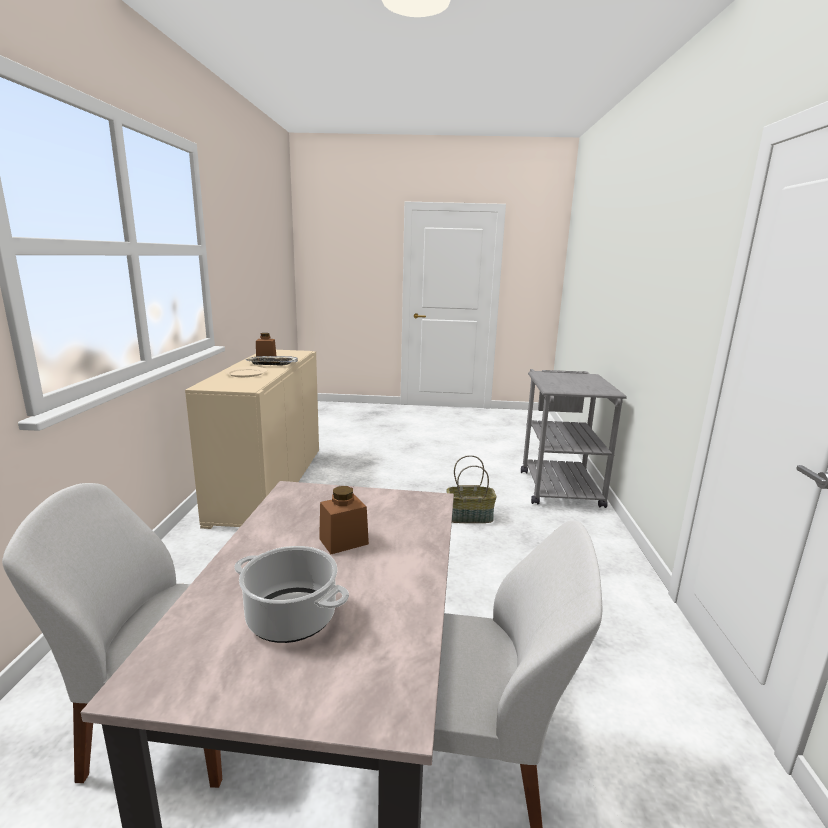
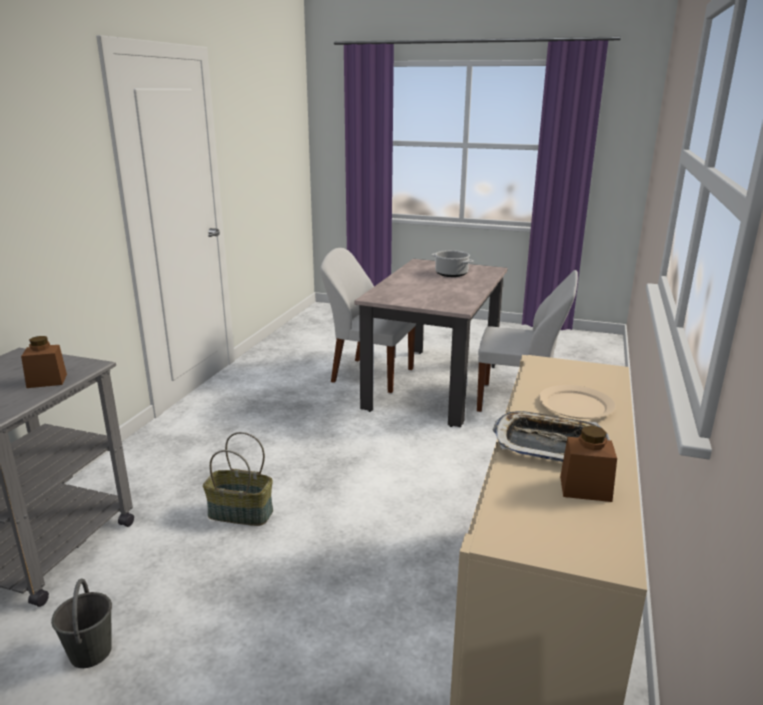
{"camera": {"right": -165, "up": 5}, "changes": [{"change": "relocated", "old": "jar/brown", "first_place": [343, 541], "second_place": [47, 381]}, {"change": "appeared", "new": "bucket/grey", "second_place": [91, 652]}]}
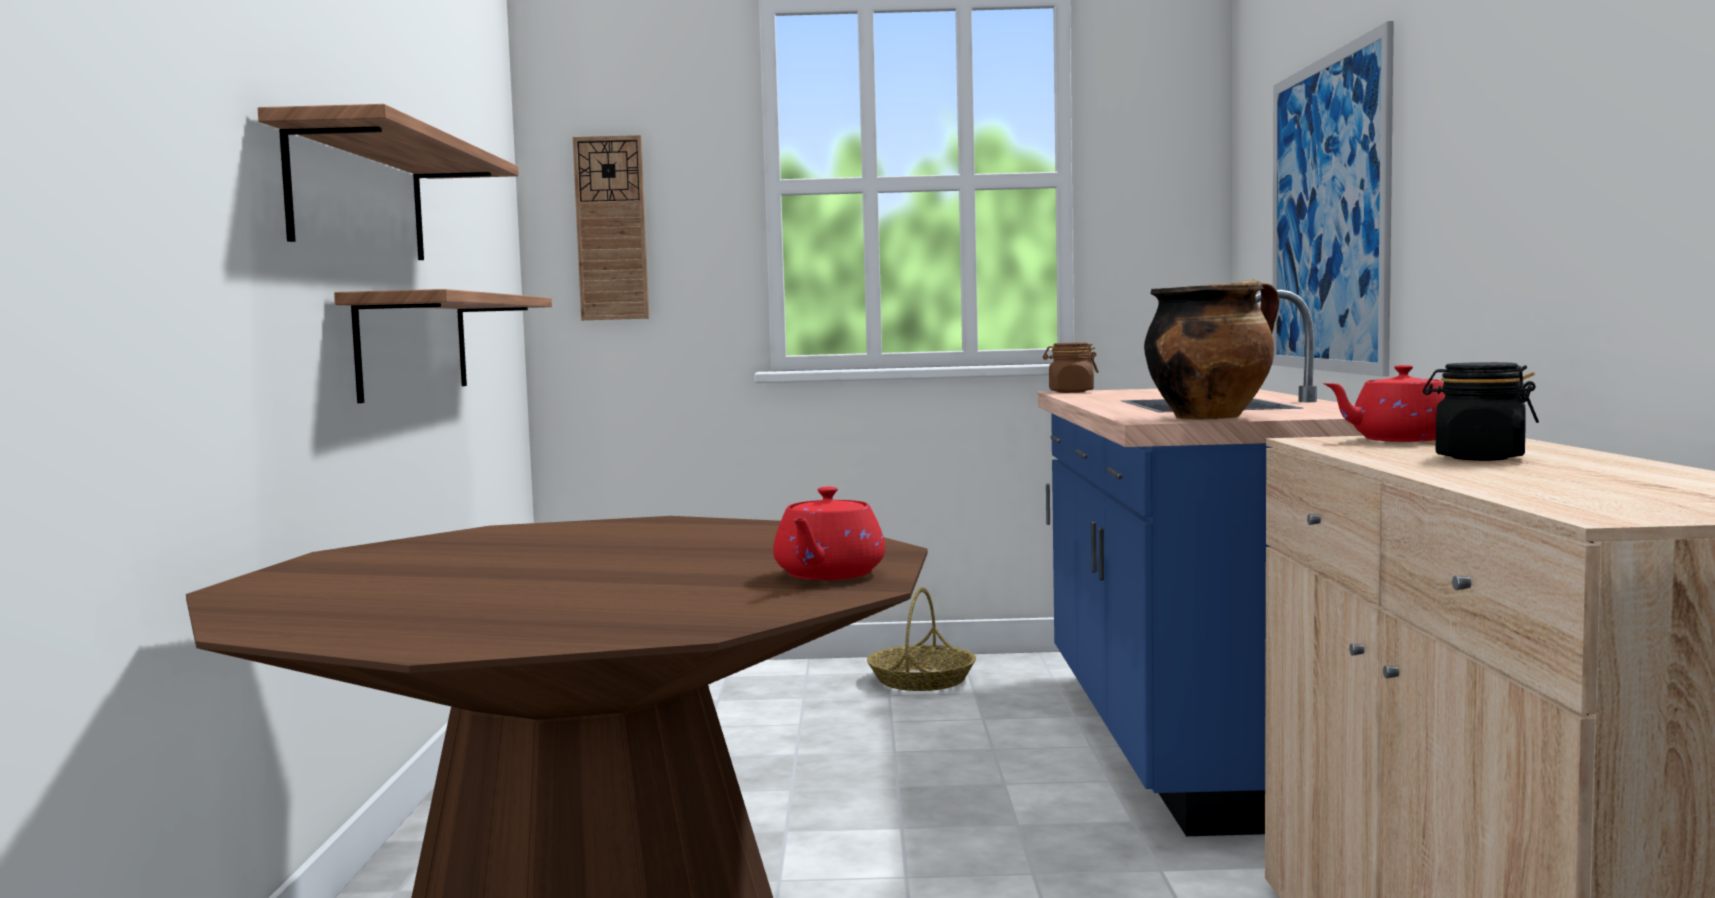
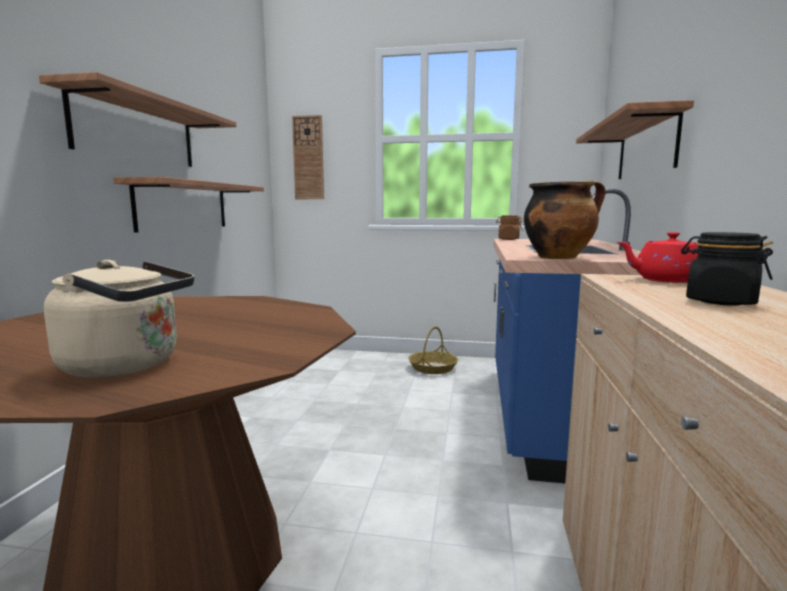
{"camera": {"right": 10, "up": 5}, "changes": [{"change": "exchanged", "old": "picture", "new": "shelf", "first_place": [1327, 215], "second_place": [646, 148]}, {"change": "missing", "old": "teapot/red", "first_place": [828, 575]}, {"change": "appeared", "new": "kettle/beige", "second_place": [128, 365]}]}
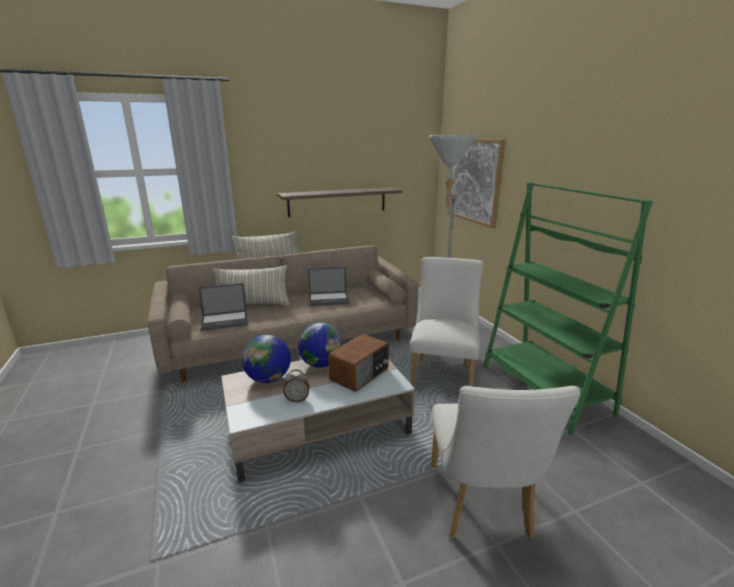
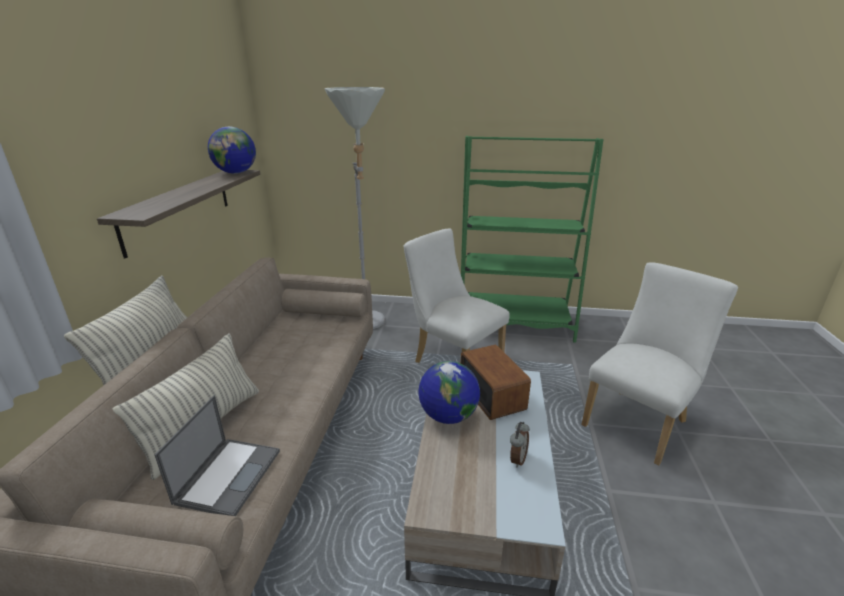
{"camera": {"right": -60, "up": 5}, "changes": [{"change": "missing", "old": "picture", "first_place": [474, 181]}, {"change": "missing", "old": "laptop", "first_place": [329, 299]}, {"change": "relocated", "old": "globe", "first_place": [268, 379], "second_place": [236, 173]}, {"change": "spun", "old": "chair/white", "first_place": [481, 506], "second_place": [639, 420], "degrees": -75}]}
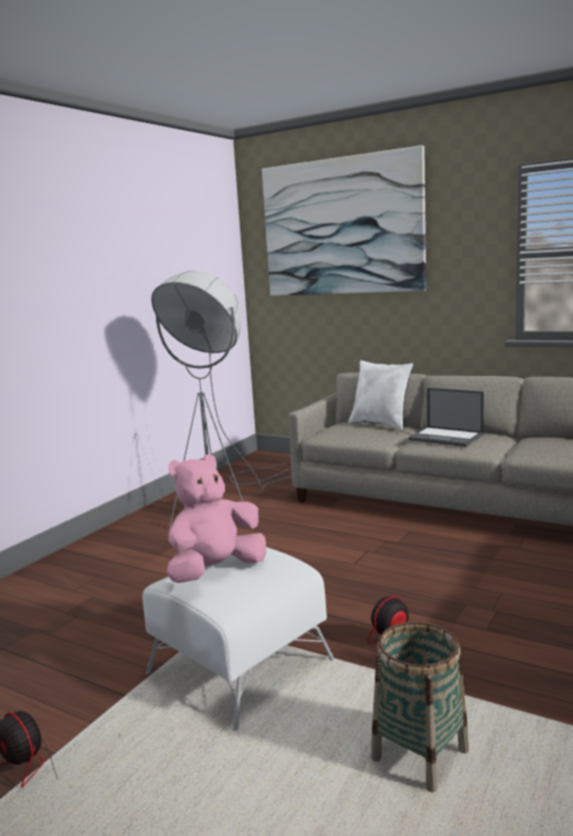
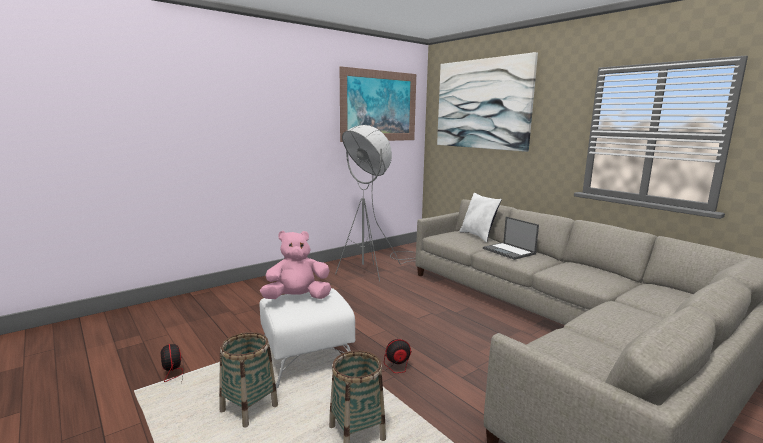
{"camera": {"right": 20, "up": 0}, "changes": [{"change": "appeared", "new": "picture", "second_place": [379, 106]}, {"change": "appeared", "new": "basket", "second_place": [249, 408]}]}
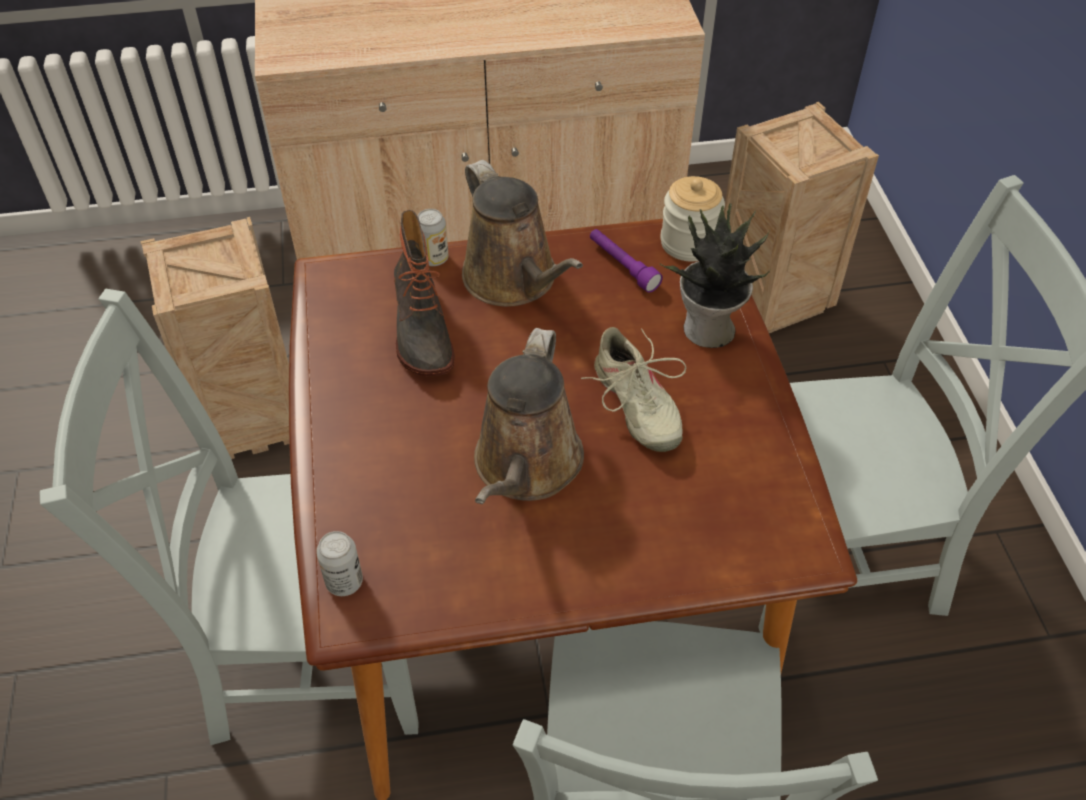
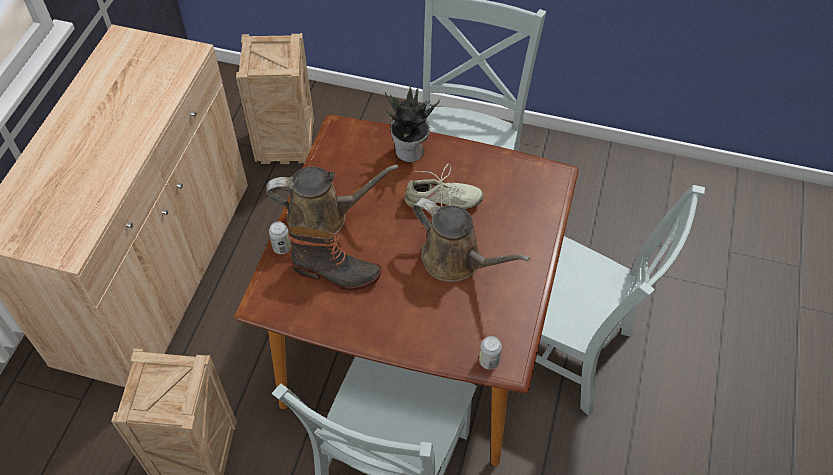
{"camera": {"right": -65, "up": 5}, "changes": [{"change": "missing", "old": "jar", "first_place": [689, 243]}, {"change": "missing", "old": "flashlight/purple", "first_place": [622, 266]}]}
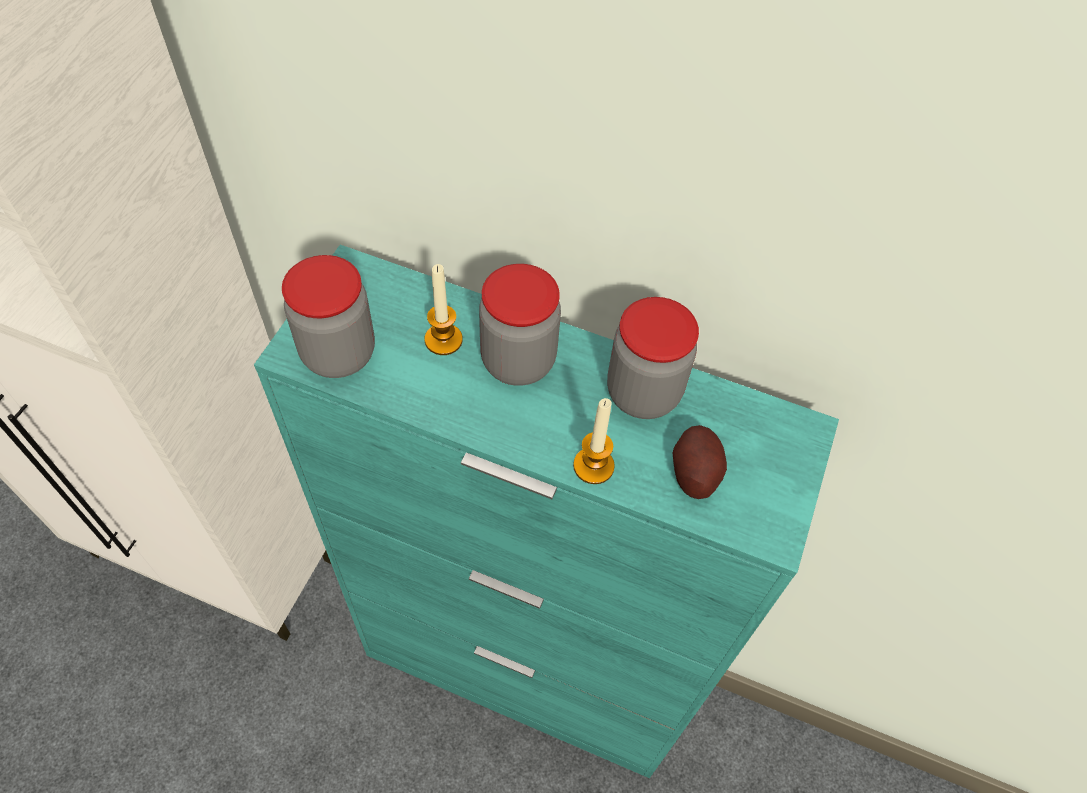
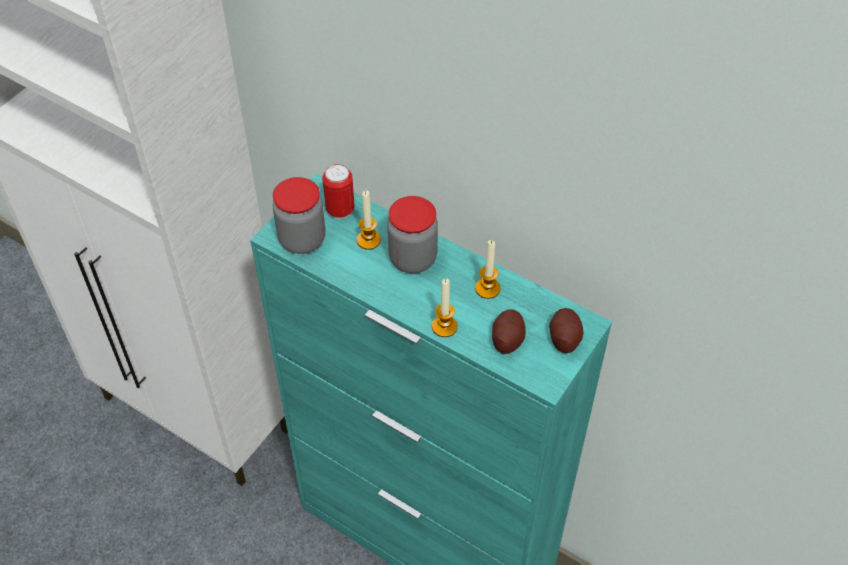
{"camera": {"right": 15, "up": -5}, "changes": [{"change": "exchanged", "old": "jar", "new": "candle", "first_place": [643, 393], "second_place": [487, 289]}, {"change": "appeared", "new": "can", "second_place": [340, 210]}, {"change": "appeared", "new": "potato", "second_place": [564, 338]}]}
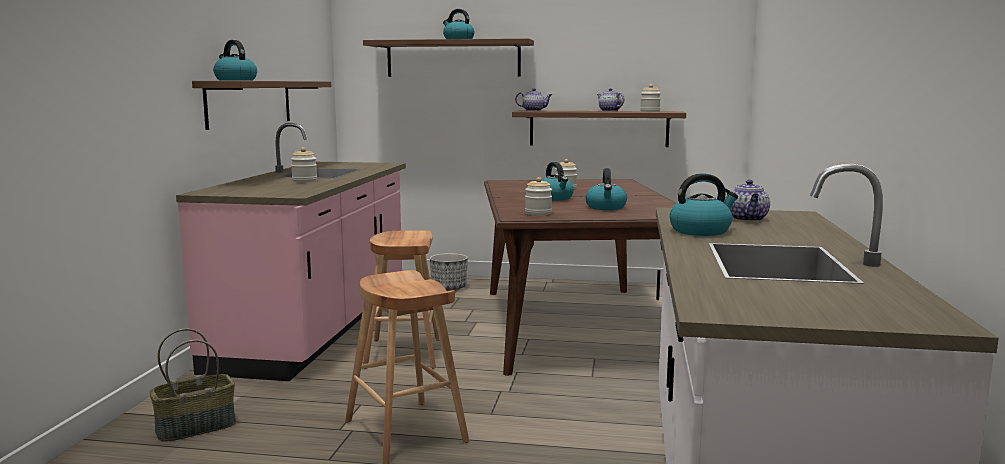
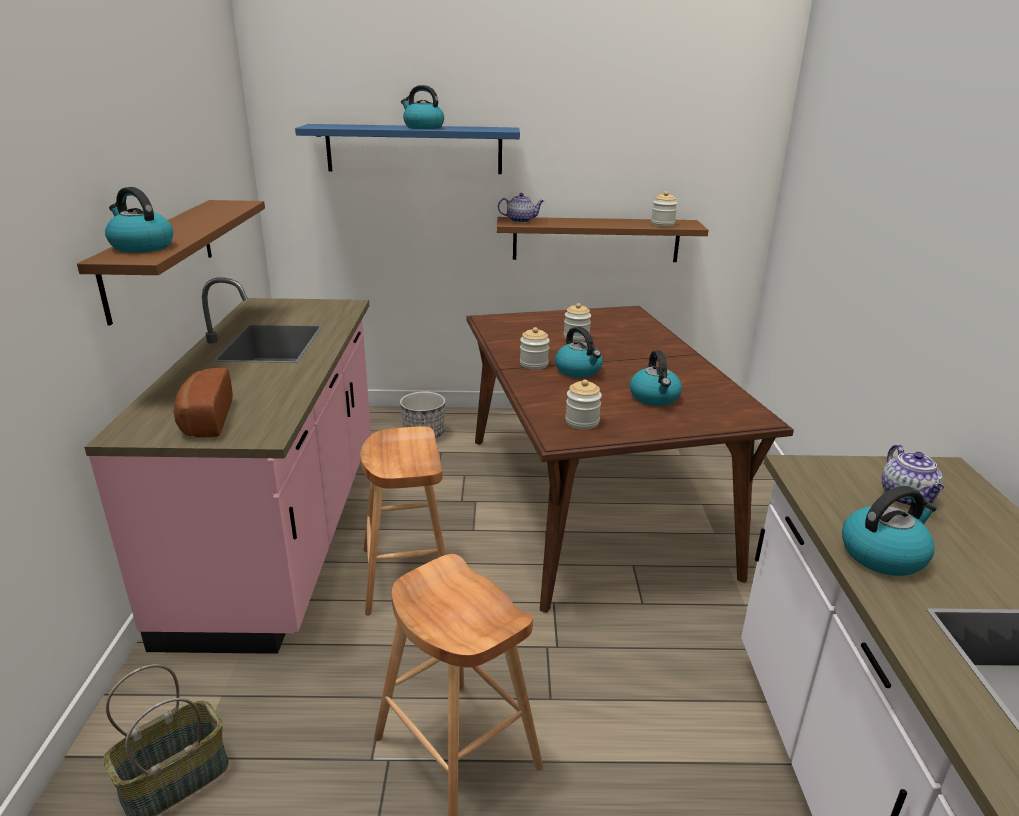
{"camera": {"right": -10, "up": 15}, "changes": [{"change": "colour", "old": "shelf/brown", "new": "shelf/blue", "first_place": [453, 59], "second_place": [414, 149]}, {"change": "missing", "old": "teapot", "first_place": [609, 111]}, {"change": "relocated", "old": "jar", "first_place": [304, 181], "second_place": [534, 364]}, {"change": "appeared", "new": "bread", "second_place": [204, 420]}]}
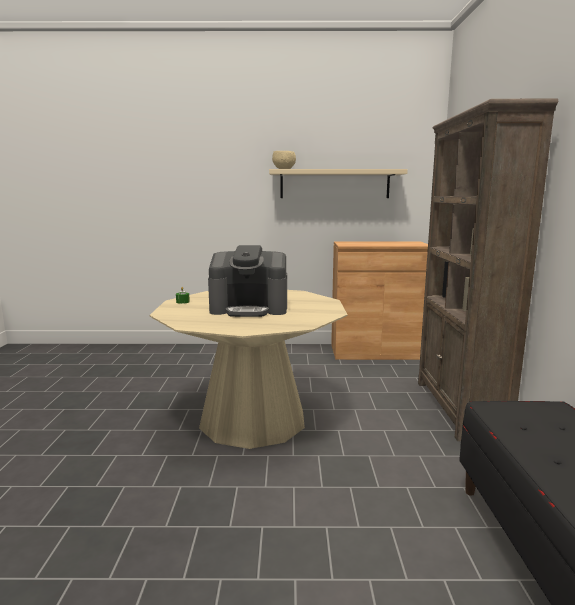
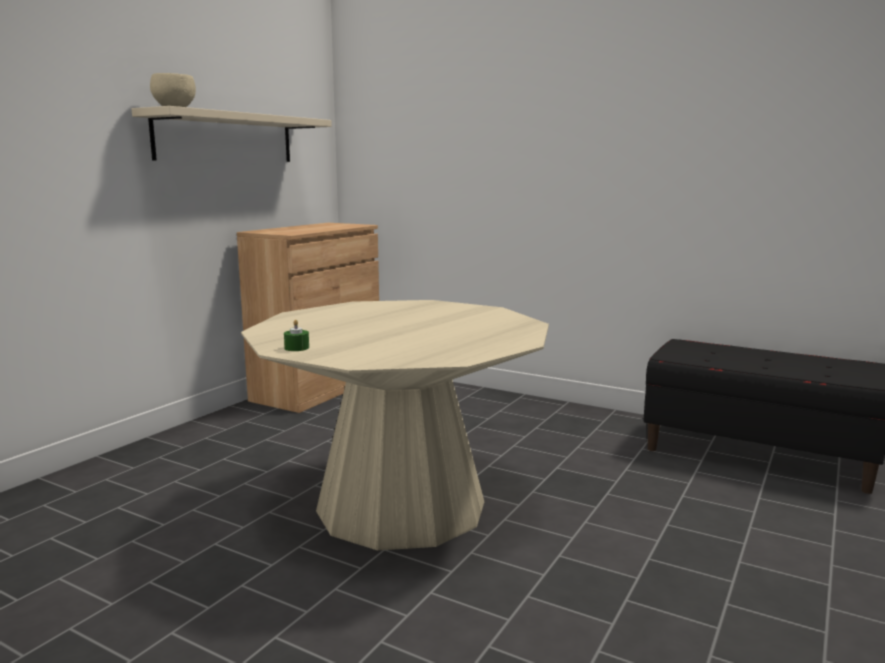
{"camera": {"right": -60, "up": 0}, "changes": [{"change": "missing", "old": "bookcase/brown", "first_place": [459, 409]}, {"change": "missing", "old": "coffee machine", "first_place": [249, 309]}]}
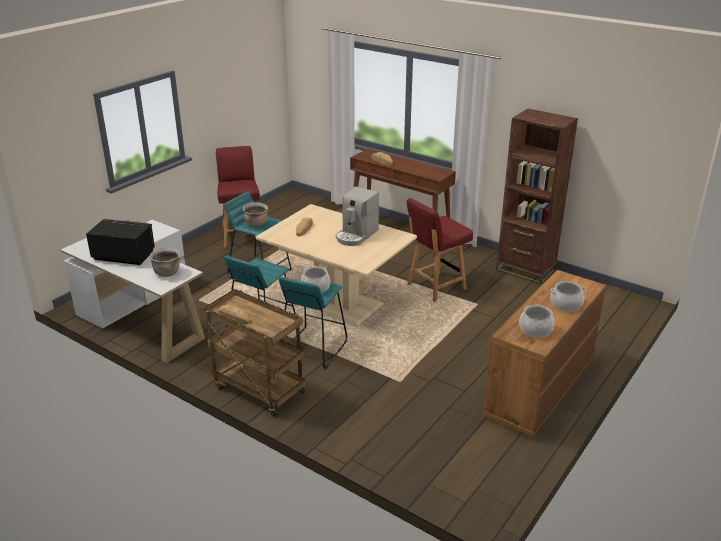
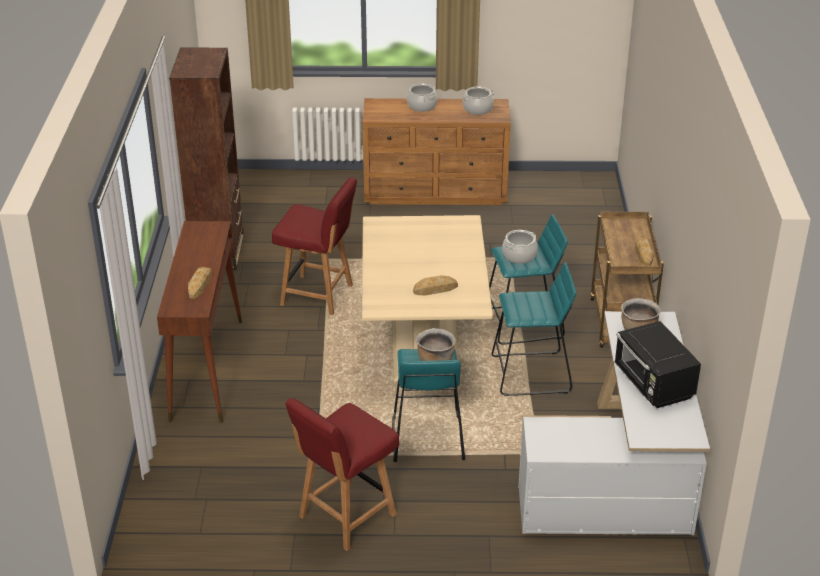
{"camera": {"right": -125, "up": 5}, "changes": [{"change": "missing", "old": "coffee machine", "first_place": [356, 235]}]}
